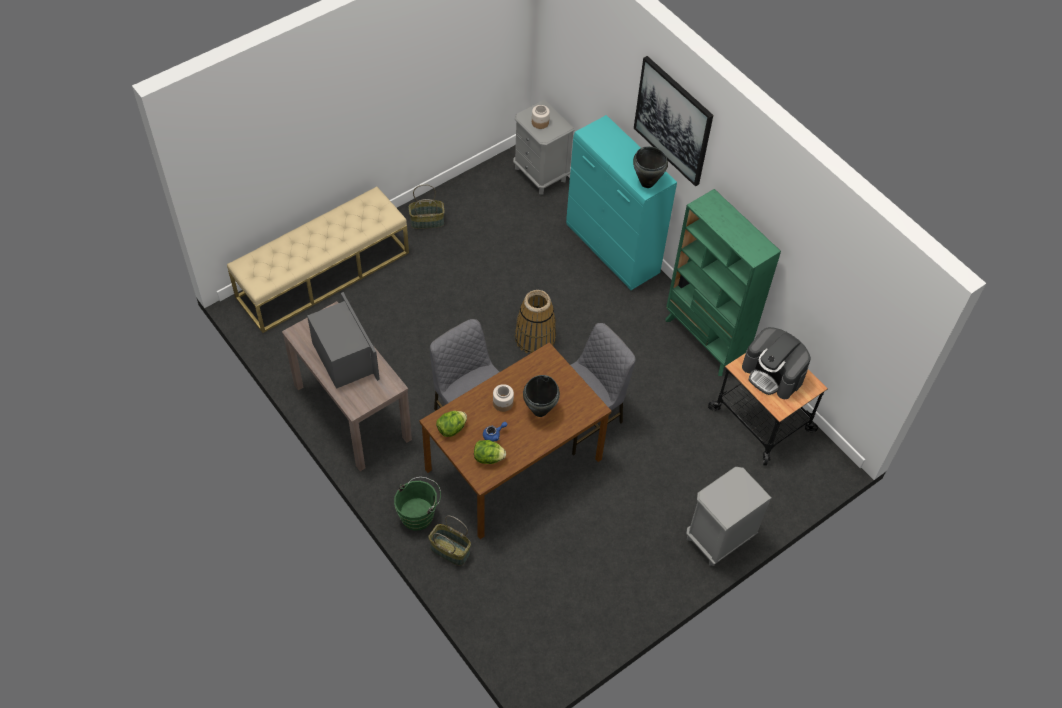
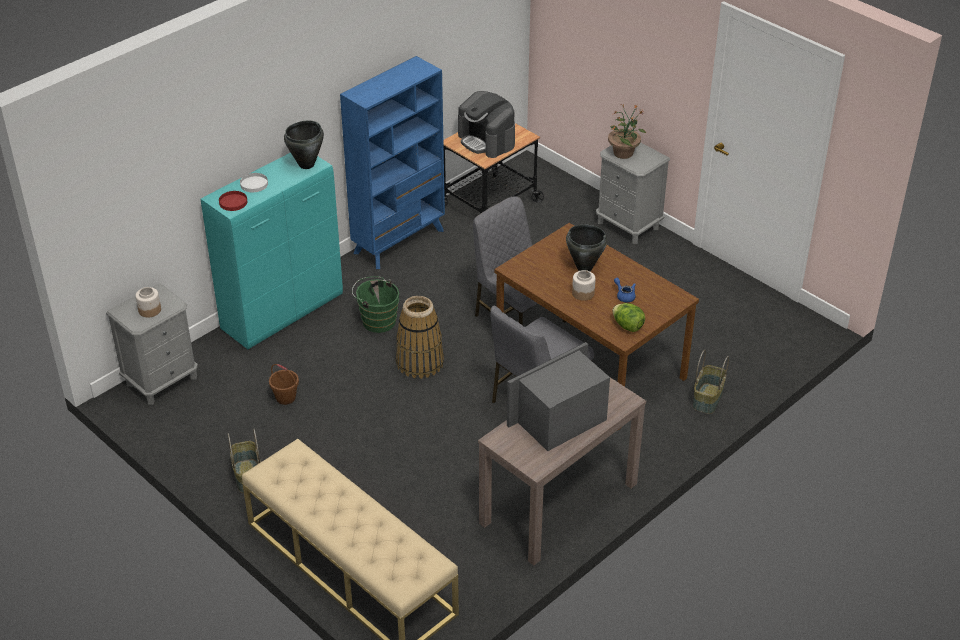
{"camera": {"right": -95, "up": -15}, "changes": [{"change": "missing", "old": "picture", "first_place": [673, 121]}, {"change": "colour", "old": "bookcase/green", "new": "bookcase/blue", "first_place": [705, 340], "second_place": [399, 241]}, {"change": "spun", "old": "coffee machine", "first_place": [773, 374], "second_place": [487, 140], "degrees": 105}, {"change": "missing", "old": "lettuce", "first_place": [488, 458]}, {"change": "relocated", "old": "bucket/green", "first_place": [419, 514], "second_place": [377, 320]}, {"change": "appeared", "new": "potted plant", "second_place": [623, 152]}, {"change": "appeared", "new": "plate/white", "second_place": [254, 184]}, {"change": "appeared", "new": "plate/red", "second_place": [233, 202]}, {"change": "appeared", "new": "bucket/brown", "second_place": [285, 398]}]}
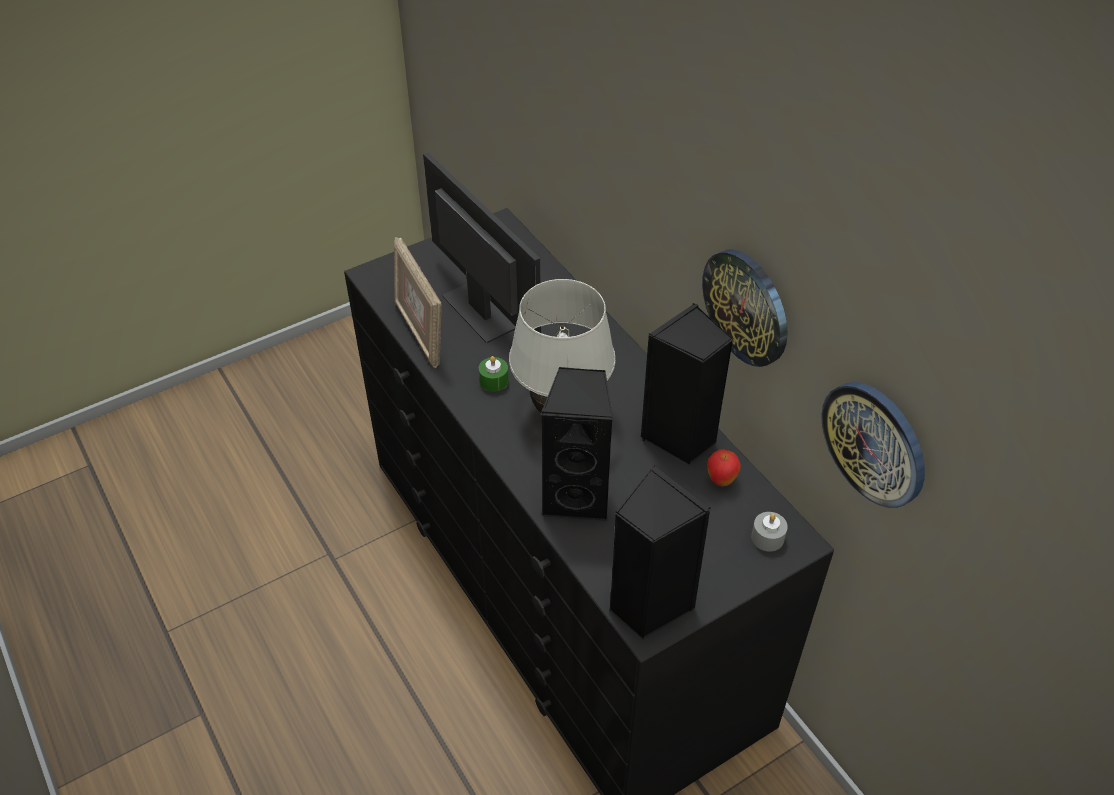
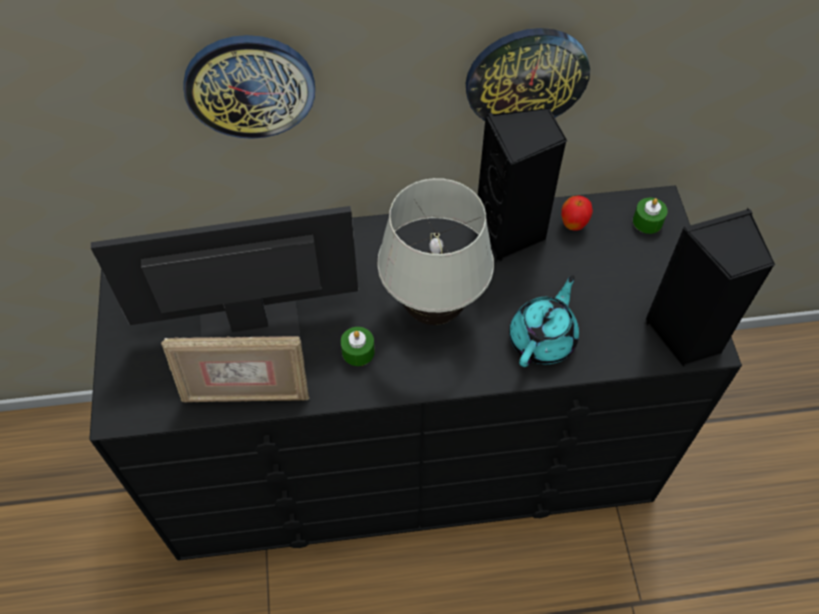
{"camera": {"right": -65, "up": 10}, "changes": [{"change": "exchanged", "old": "speaker/black", "new": "teapot/turquoise", "first_place": [577, 496], "second_place": [543, 339]}, {"change": "relocated", "old": "wall clock", "first_place": [874, 443], "second_place": [250, 86]}, {"change": "colour", "old": "candle/grey", "new": "candle/green", "first_place": [767, 537], "second_place": [647, 221]}]}
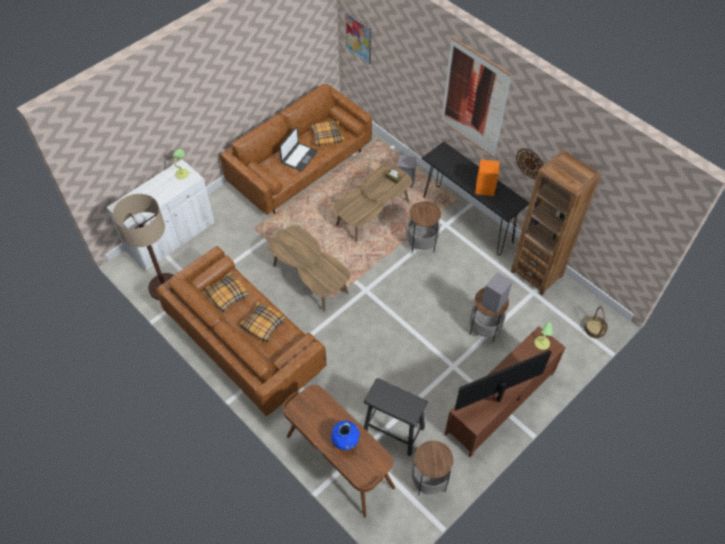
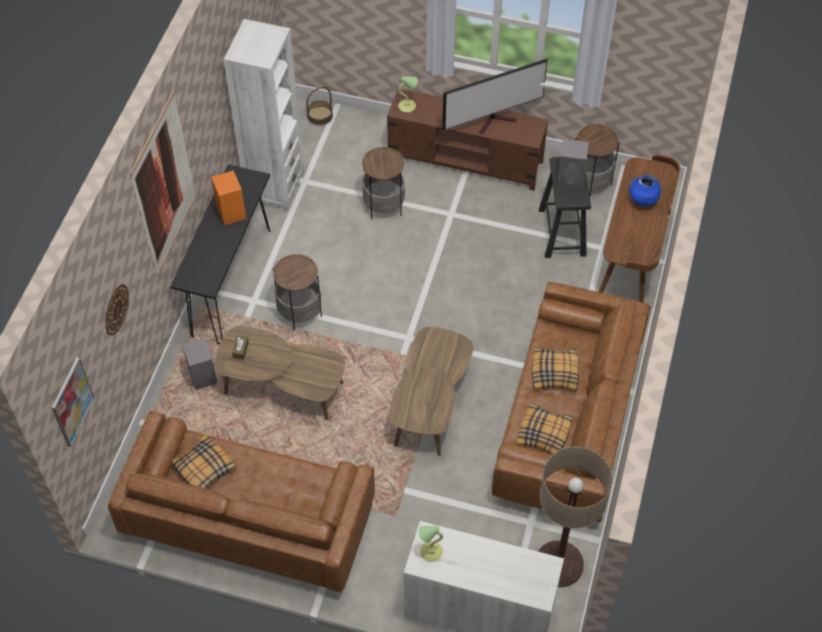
{"camera": {"right": -120, "up": 0}, "changes": [{"change": "missing", "old": "laptop", "first_place": [299, 157]}, {"change": "relocated", "old": "wall clock", "first_place": [530, 163], "second_place": [116, 309]}, {"change": "colour", "old": "bookcase/brown", "new": "bookcase/white", "first_place": [536, 273], "second_place": [275, 187]}, {"change": "relocated", "old": "speaker/grey", "first_place": [493, 303], "second_place": [571, 178]}, {"change": "spun", "old": "television", "first_place": [494, 396], "second_place": [496, 121], "degrees": -60}]}
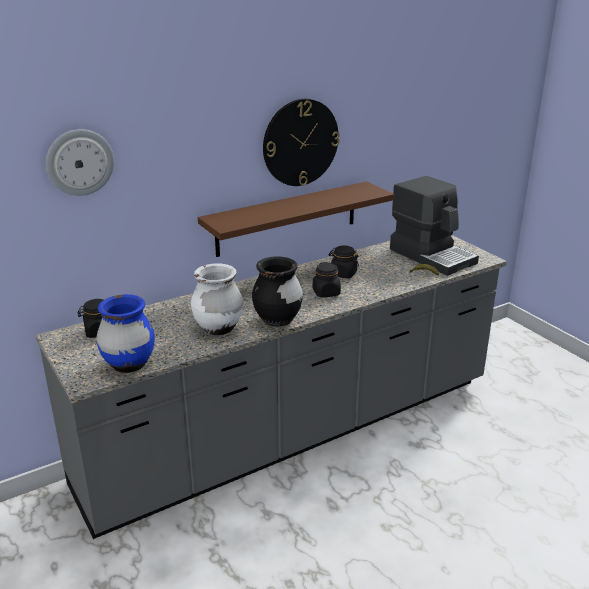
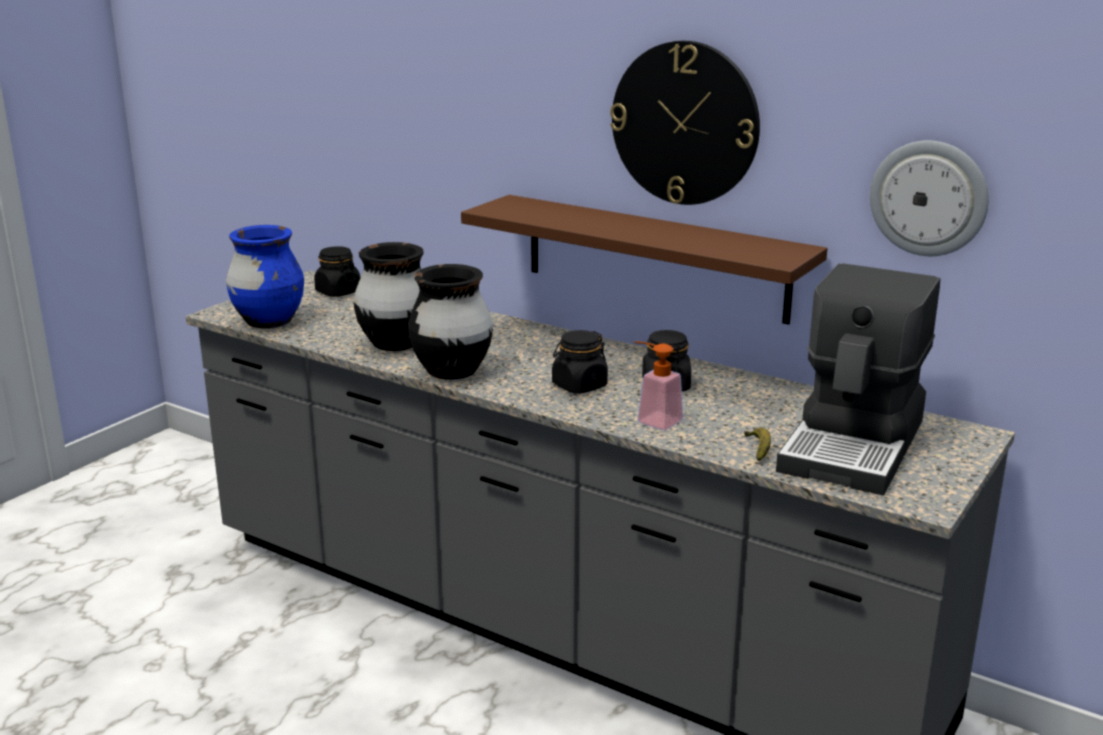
{"camera": {"right": 65, "up": -5}, "changes": [{"change": "relocated", "old": "wall clock", "first_place": [80, 162], "second_place": [929, 198]}, {"change": "colour", "old": "vase/white", "new": "vase/black", "first_place": [218, 329], "second_place": [395, 344]}, {"change": "appeared", "new": "soap dispenser", "second_place": [653, 420]}]}
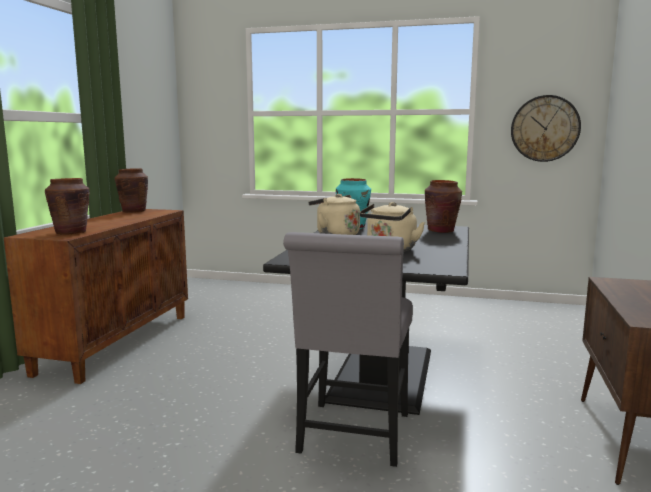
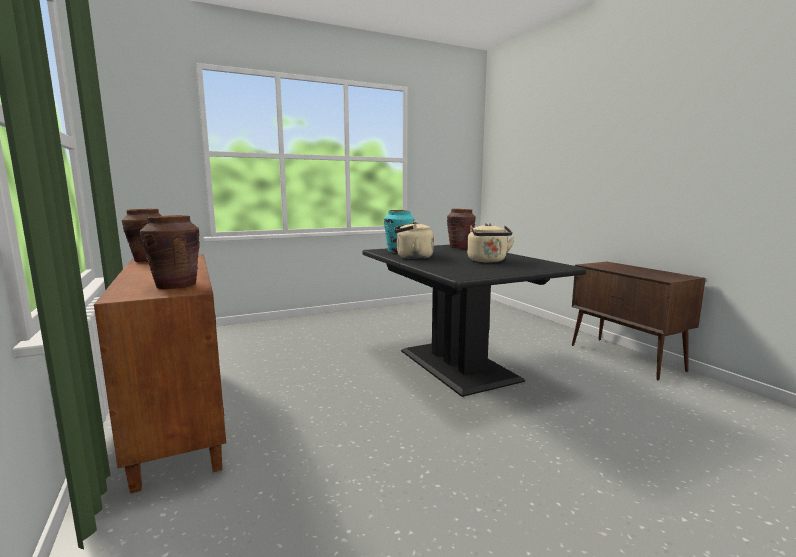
{"camera": {"right": -40, "up": 0}, "changes": [{"change": "missing", "old": "wall clock", "first_place": [545, 128]}, {"change": "missing", "old": "chair/grey", "first_place": [352, 438]}]}
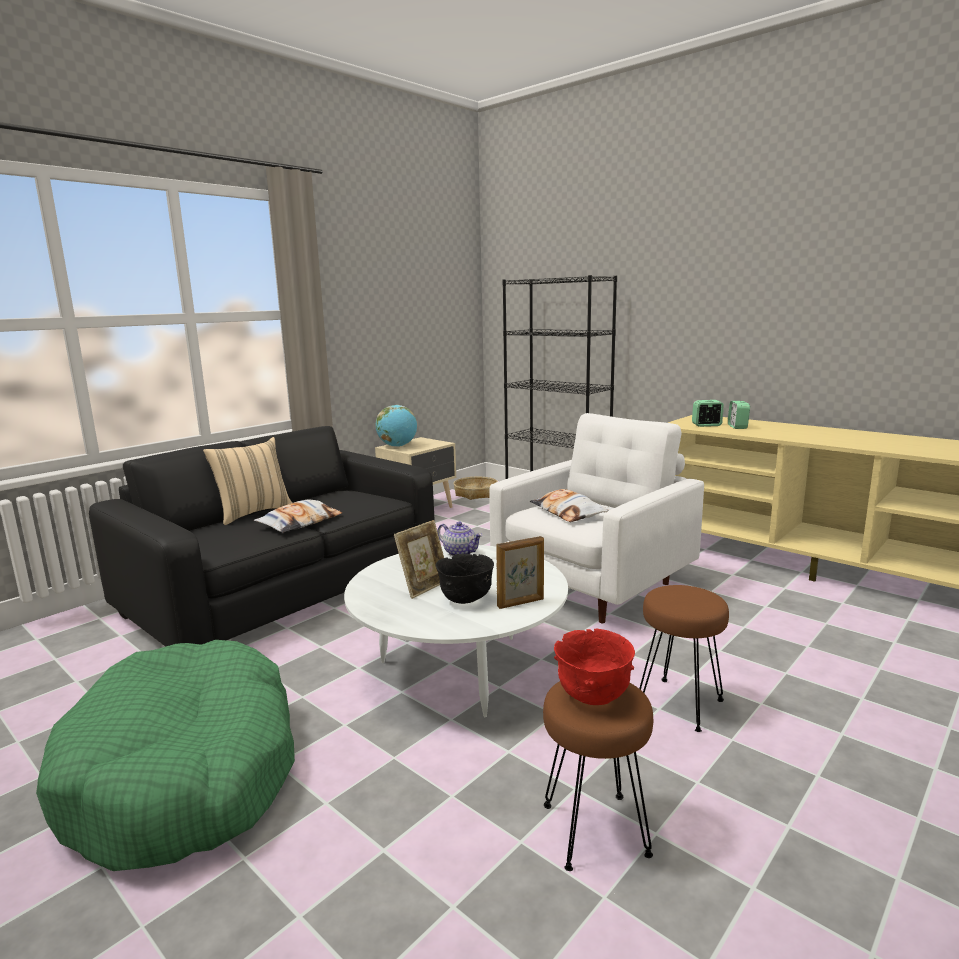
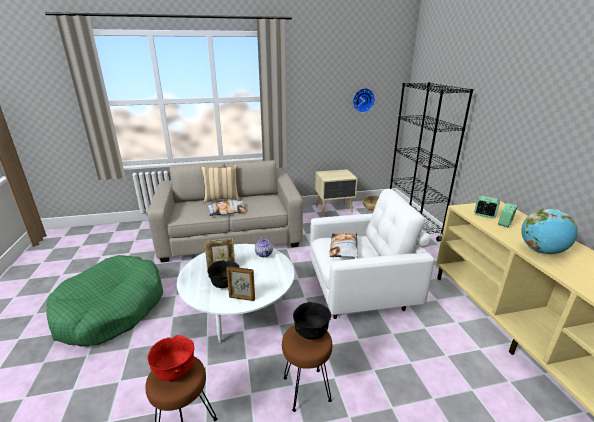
{"camera": {"right": 35, "up": 10}, "changes": [{"change": "relocated", "old": "globe", "first_place": [397, 446], "second_place": [541, 251]}, {"change": "colour", "old": "sofa/black", "new": "sofa/beige", "first_place": [283, 587], "second_place": [231, 235]}, {"change": "appeared", "new": "wall clock", "second_place": [363, 100]}, {"change": "appeared", "new": "bowl/black", "second_place": [311, 333]}]}
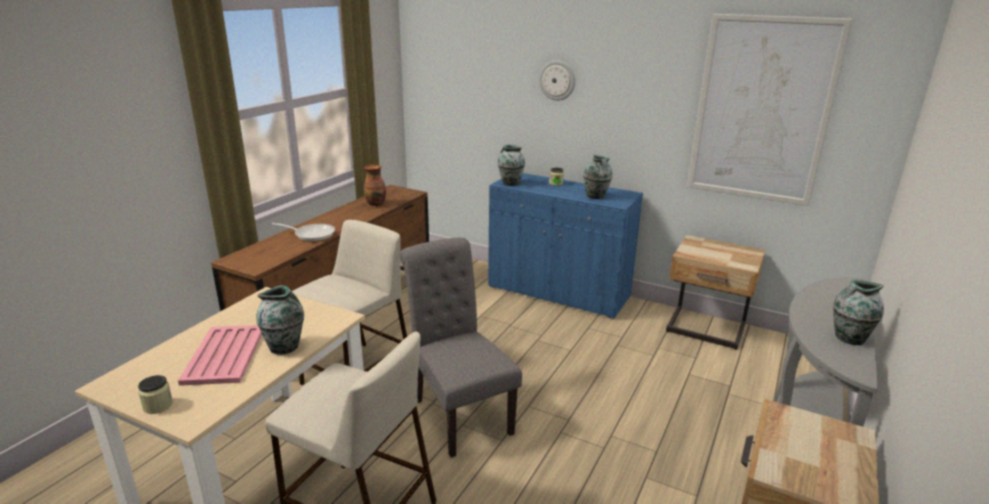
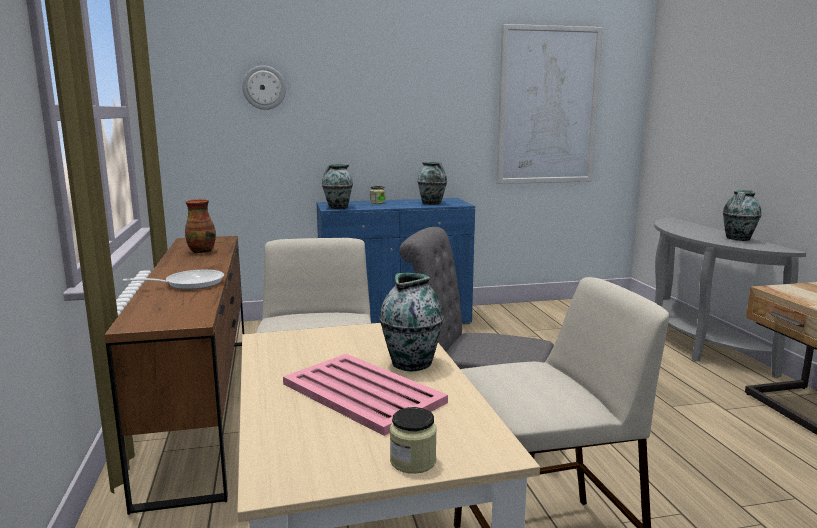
{"camera": {"right": -40, "up": -10}, "changes": [{"change": "relocated", "old": "wall clock", "first_place": [557, 80], "second_place": [264, 87]}, {"change": "missing", "old": "nightstand/beige", "first_place": [705, 330]}]}
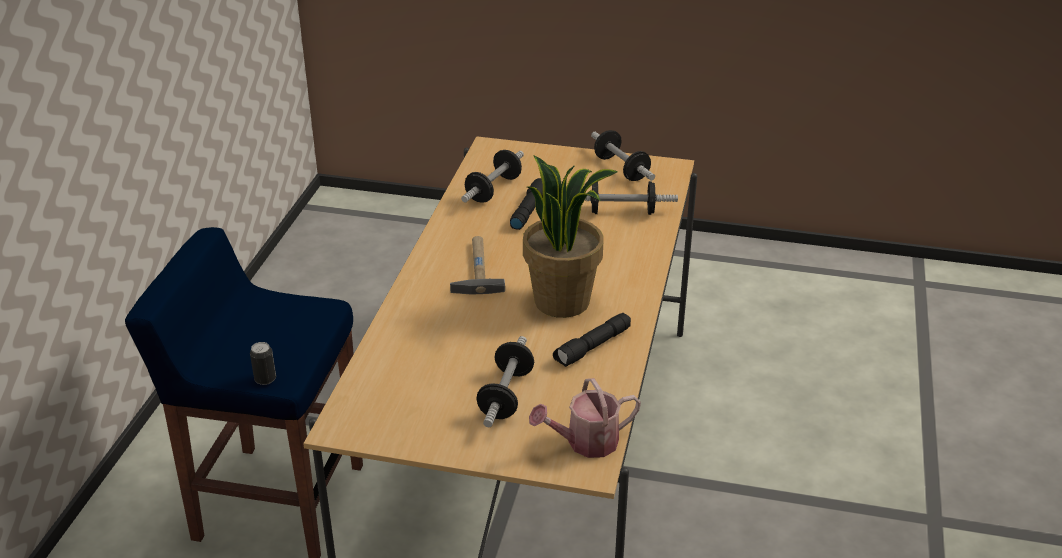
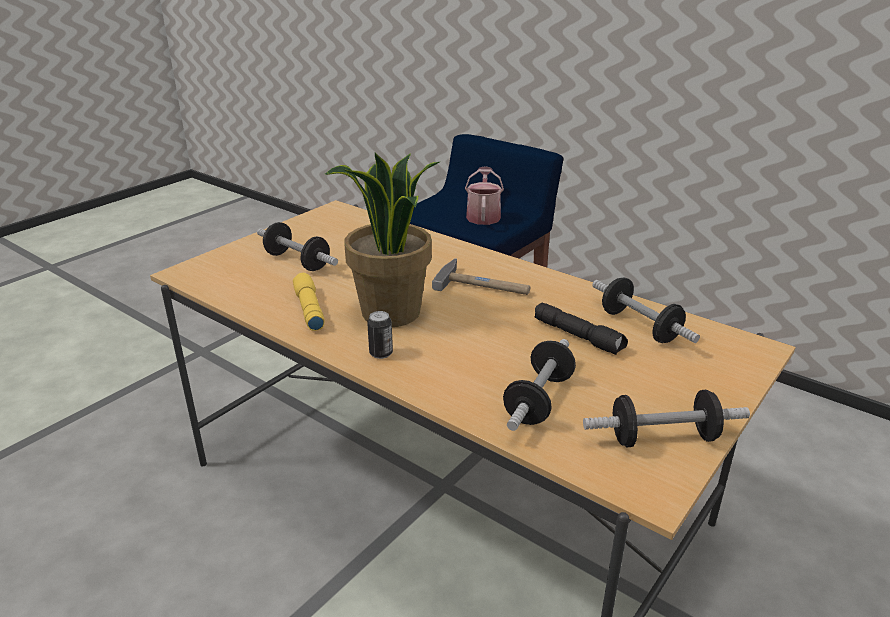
{"camera": {"right": 115, "up": -5}, "changes": [{"change": "colour", "old": "flashlight/black", "new": "flashlight/yellow", "first_place": [593, 347], "second_place": [308, 309]}, {"change": "relocated", "old": "can", "first_place": [265, 379], "second_place": [381, 353]}, {"change": "relocated", "old": "watering can", "first_place": [585, 443], "second_place": [483, 215]}]}
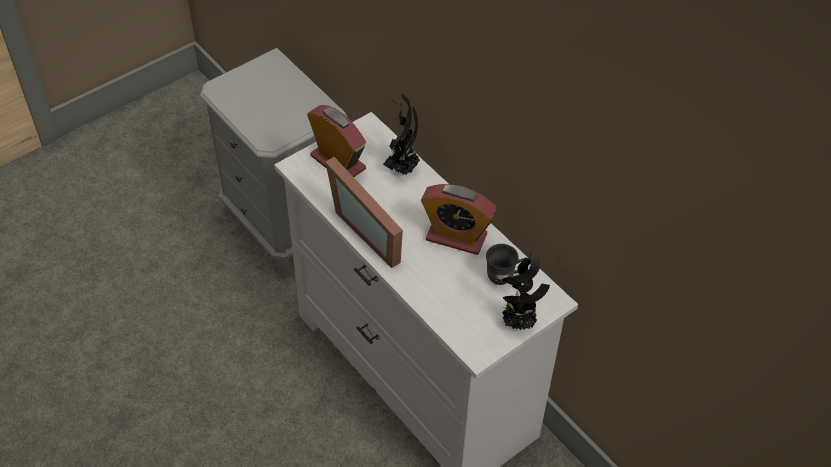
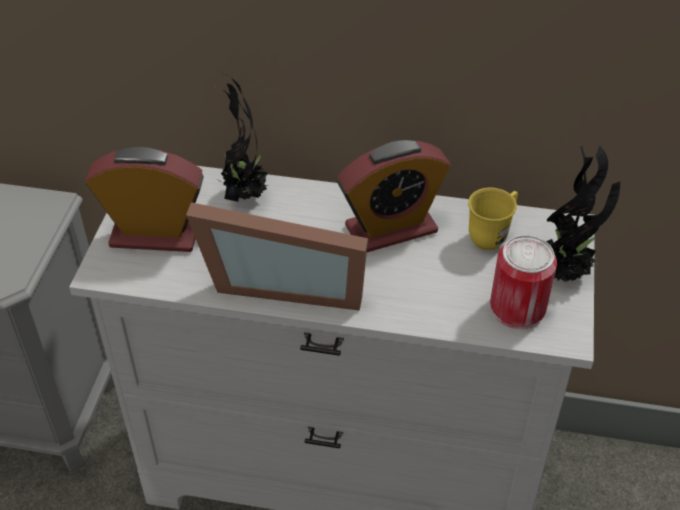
{"camera": {"right": -40, "up": -5}, "changes": [{"change": "colour", "old": "mug/grey", "new": "mug/yellow", "first_place": [505, 276], "second_place": [492, 235]}, {"change": "appeared", "new": "can", "second_place": [517, 308]}]}
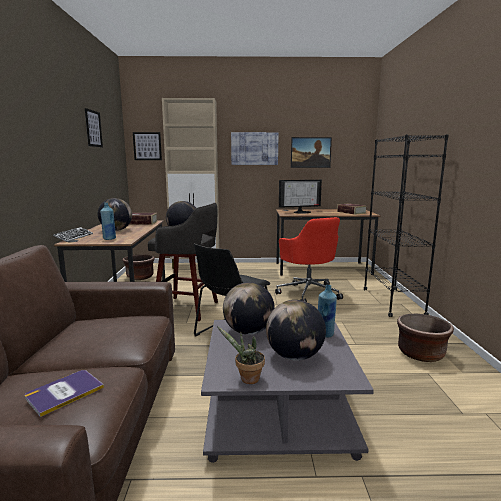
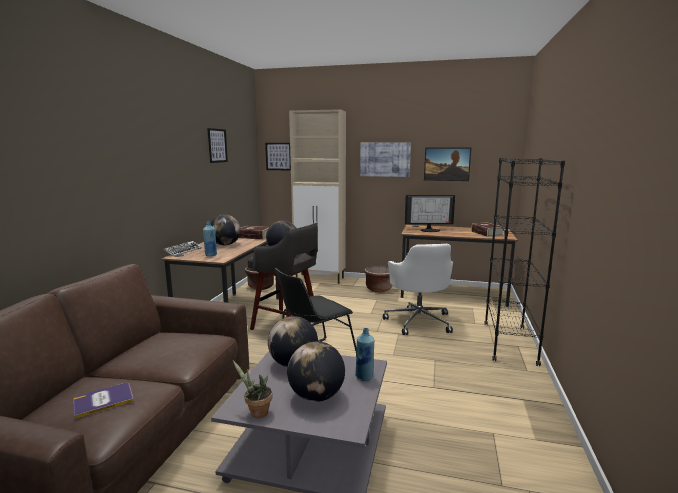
{"camera": {"right": 15, "up": 0}, "changes": [{"change": "colour", "old": "office chair/red", "new": "office chair/white", "first_place": [308, 292], "second_place": [418, 321]}, {"change": "relocated", "old": "planter/brown", "first_place": [421, 354], "second_place": [379, 289]}]}
